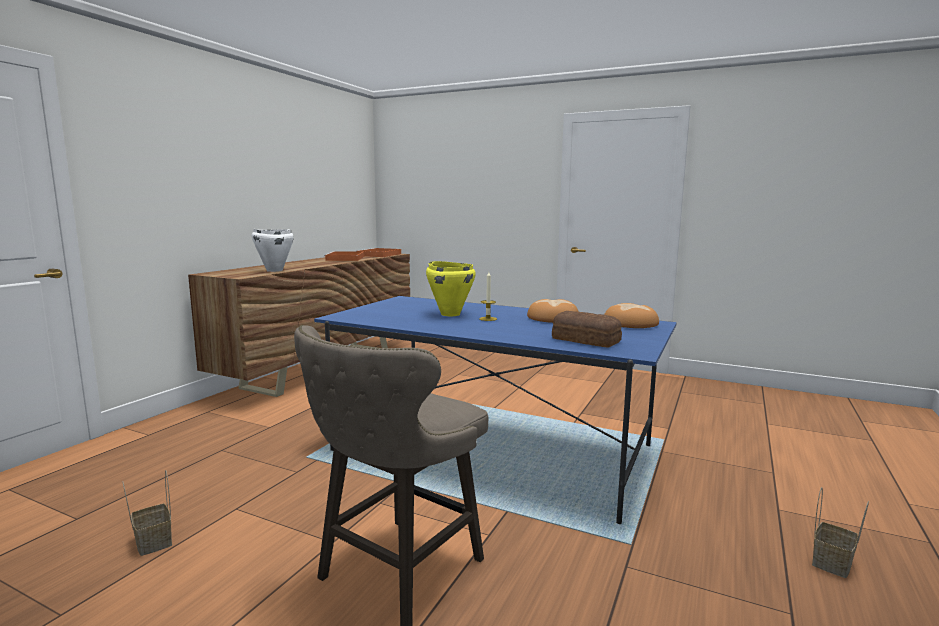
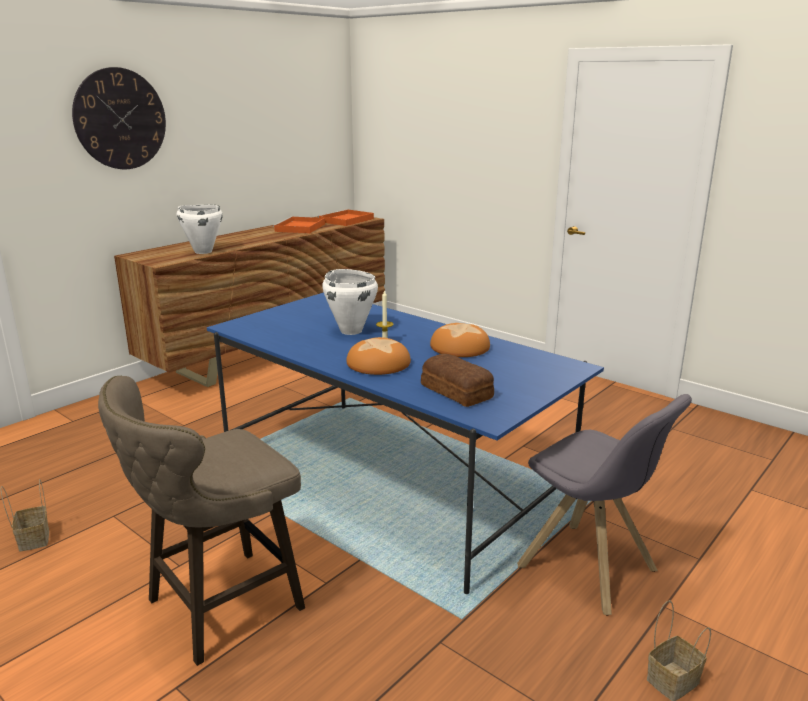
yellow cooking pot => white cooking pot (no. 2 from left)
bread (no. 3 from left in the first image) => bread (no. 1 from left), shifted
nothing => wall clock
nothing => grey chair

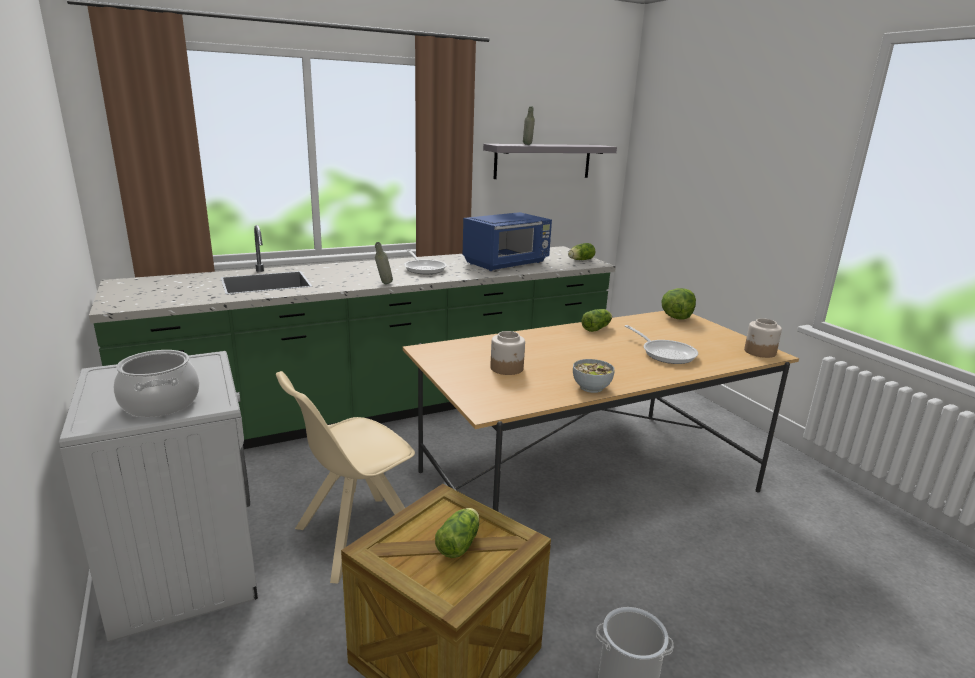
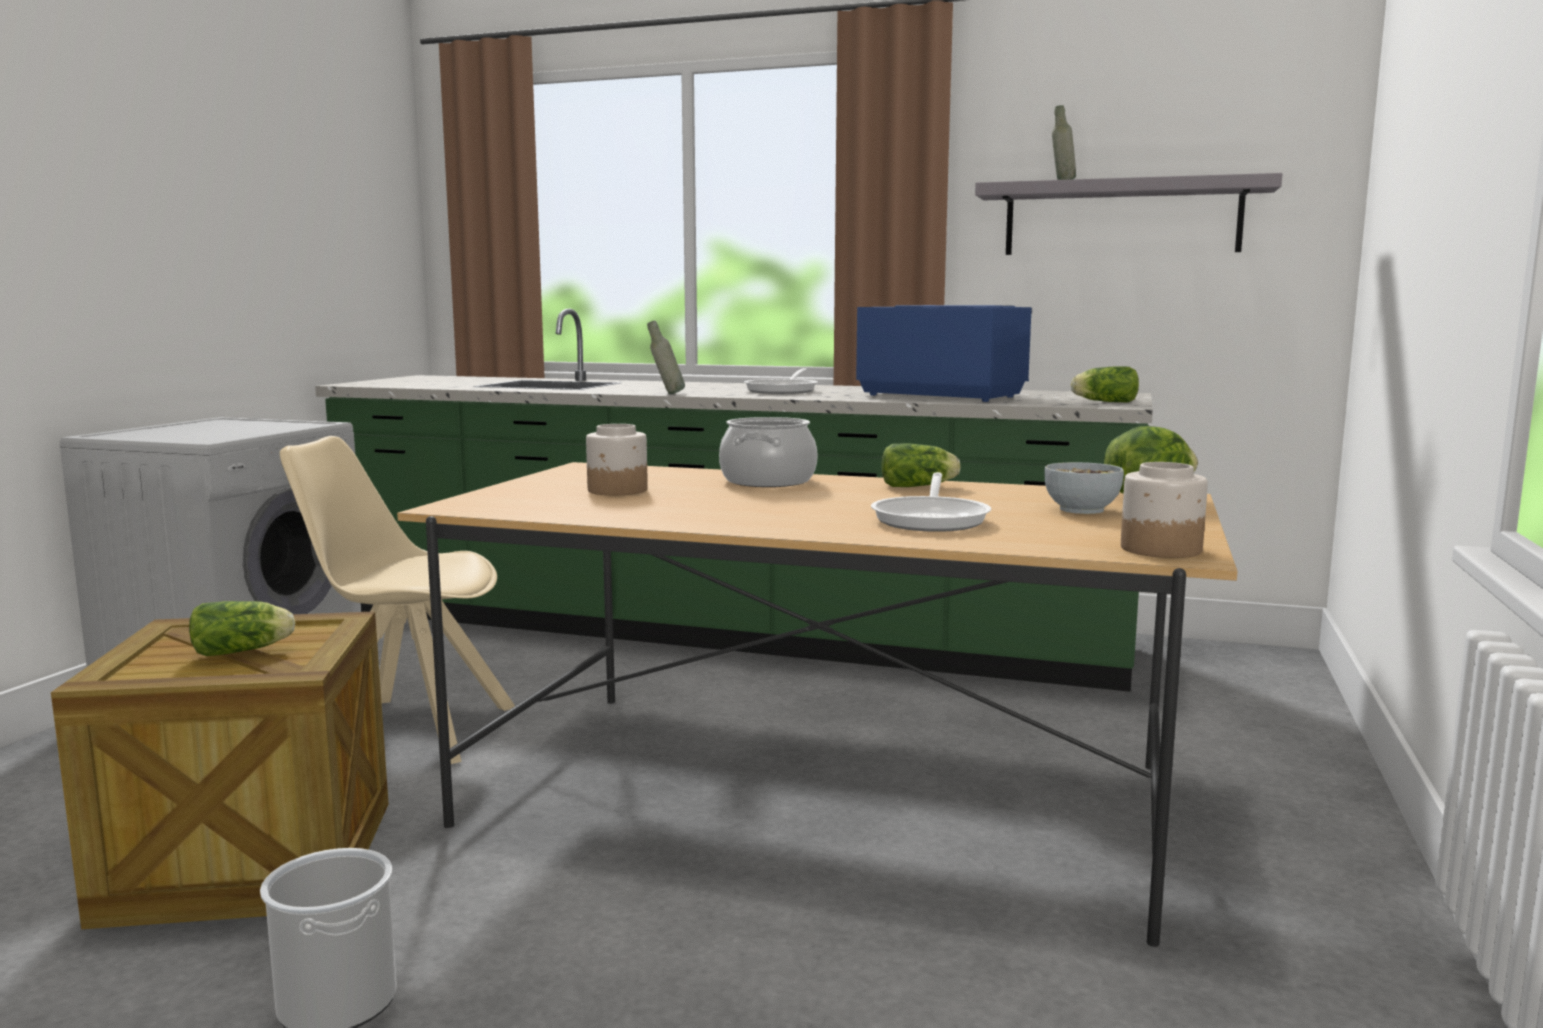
blue microwave, 150 degrees counterclockwise
cooking pot, shifted
bowl, shifted

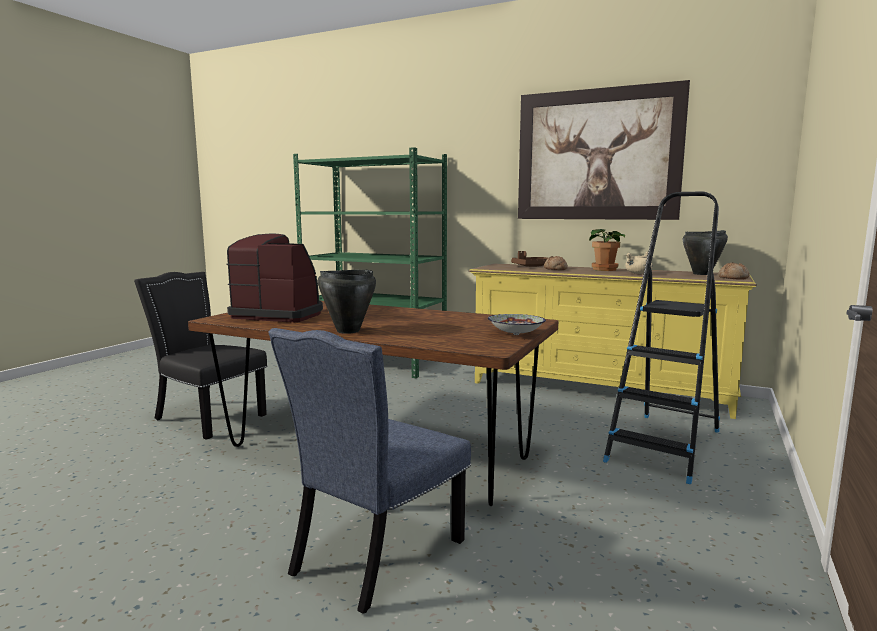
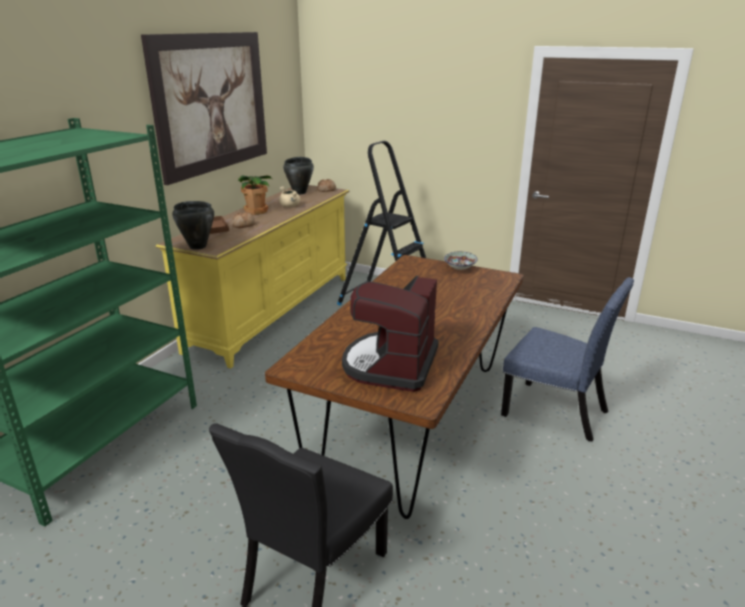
black cooking pot (no. 1 from left), shifted

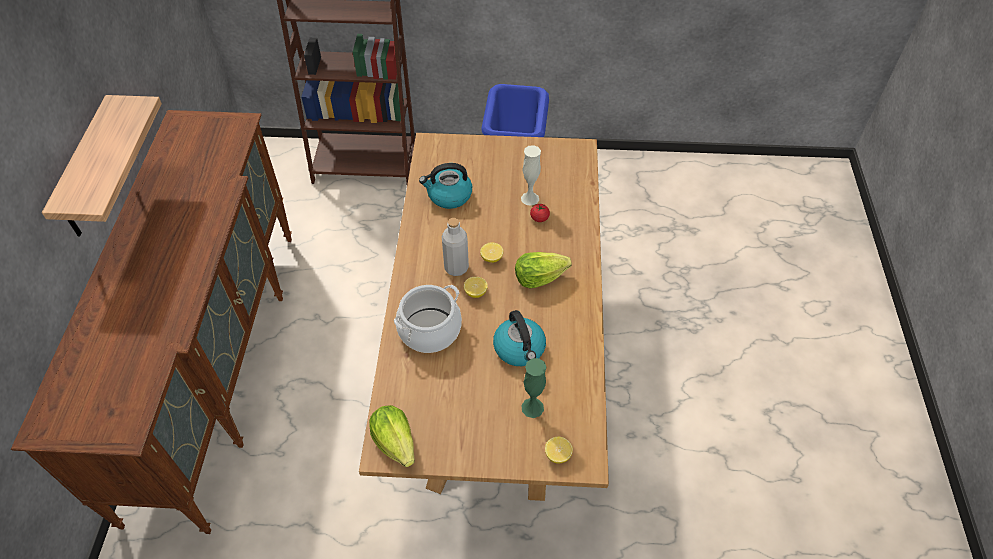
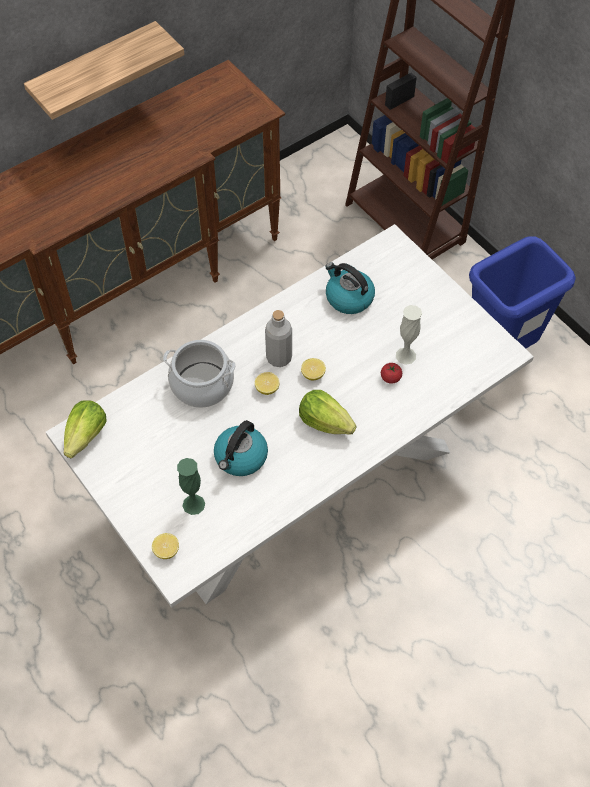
brown dining table => white dining table

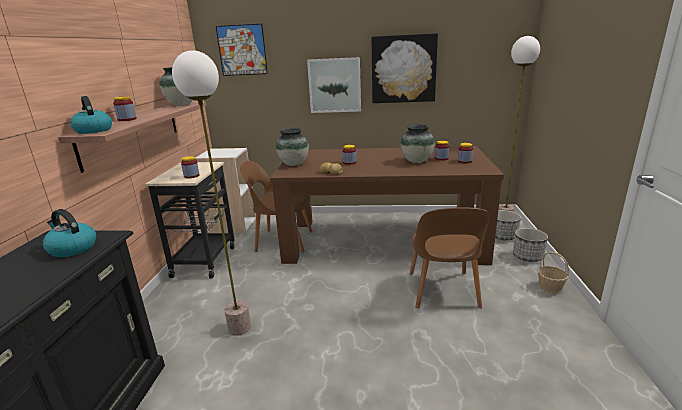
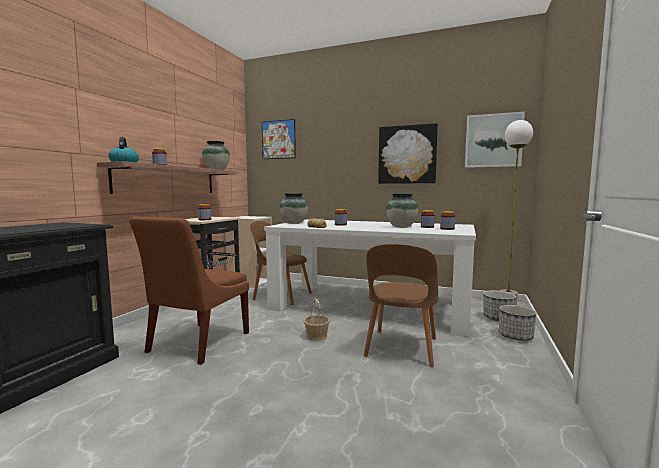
floor lamp (no. 1 from left) => brown chair (no. 1 from left)
picture (no. 2 from left in the first image) => picture (no. 3 from left), shifted
brown dining table => white dining table
kettle (no. 1 from left) => nothing
basket, shifted

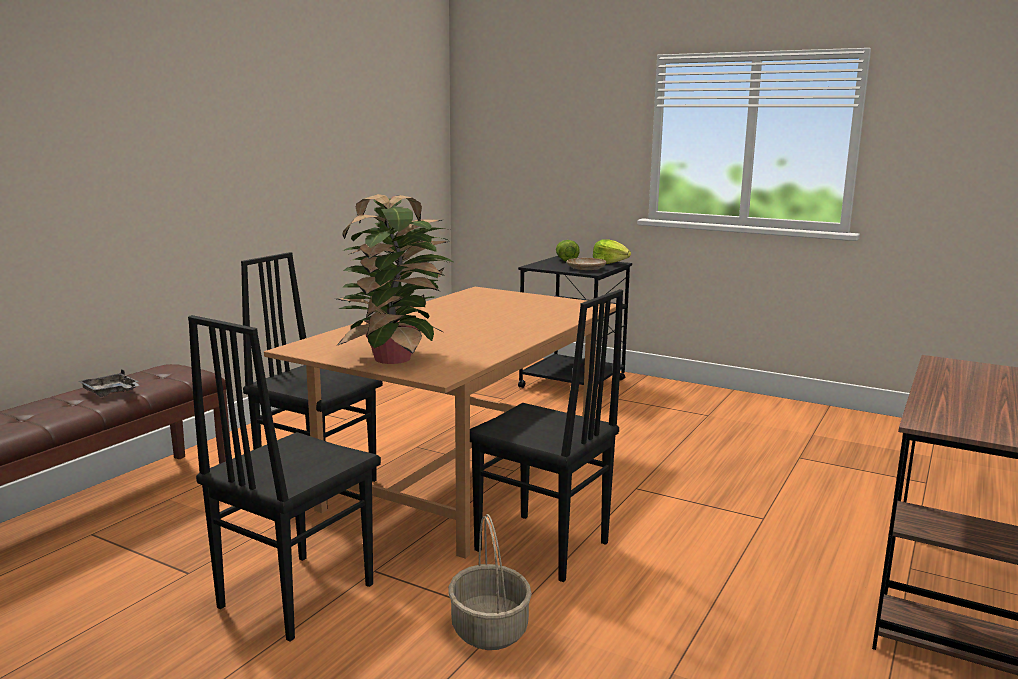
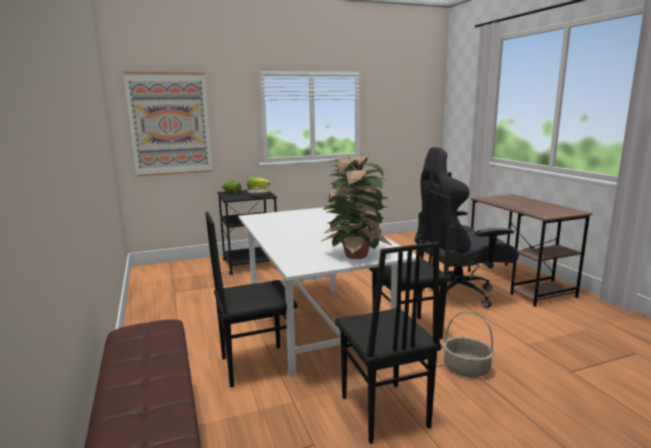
brown dining table => white dining table
grey tray => nothing
nothing => picture
nothing => black office chair

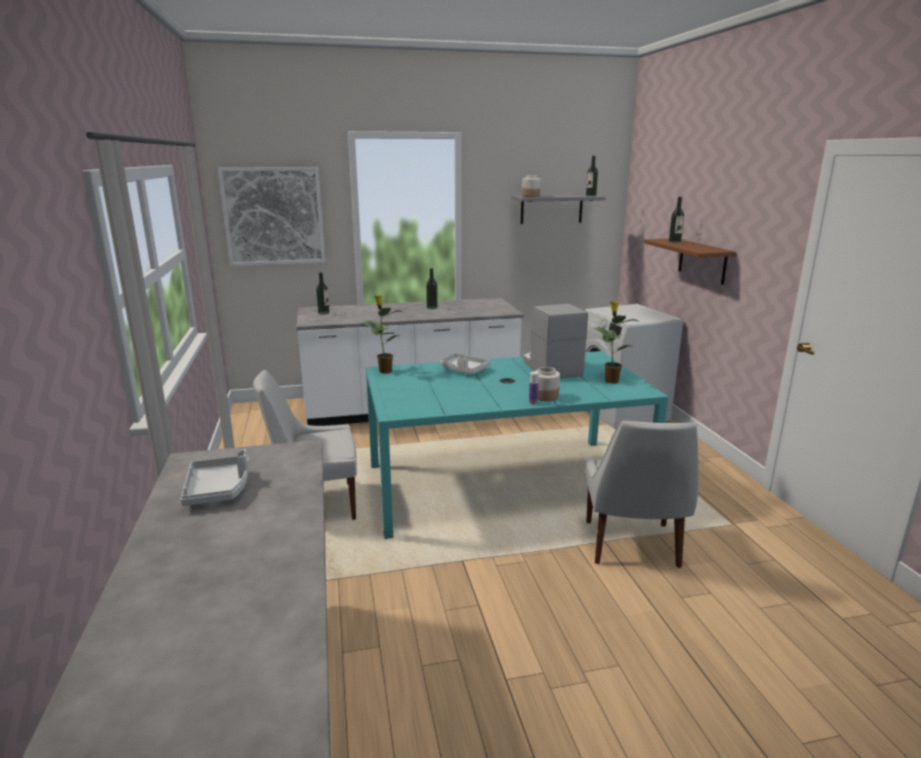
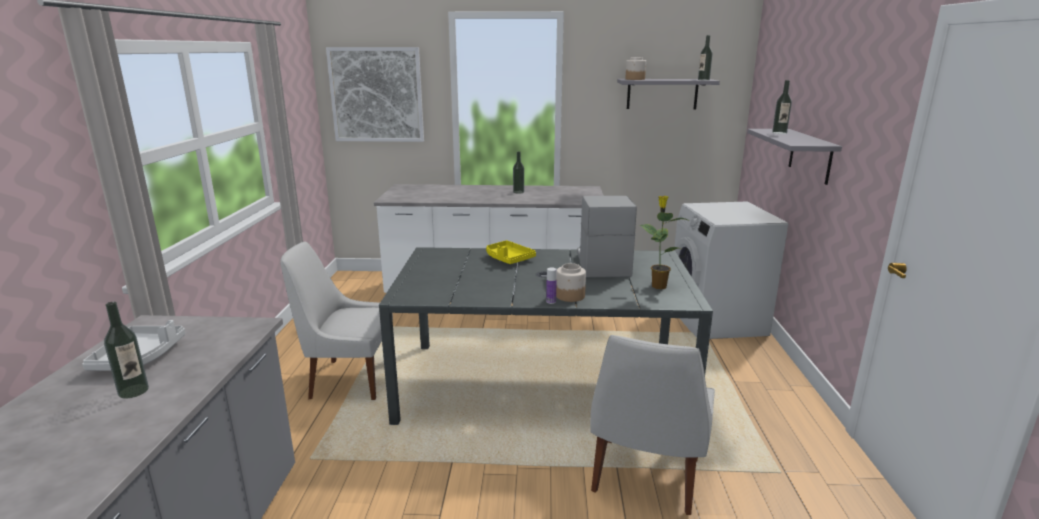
brown shelf => grey shelf (no. 2 from left)
bottle (no. 1 from left), shifted
potted plant (no. 1 from left) => nothing
turquoise dining table => grey dining table
grey tray (no. 2 from left) => yellow tray

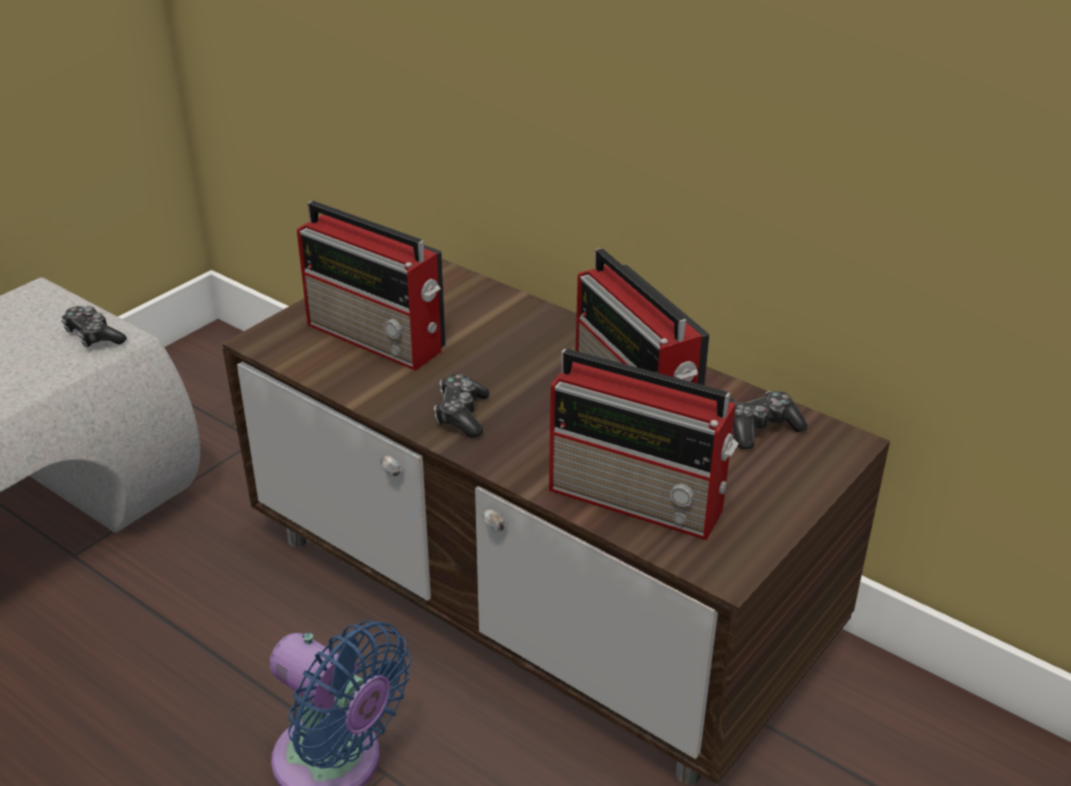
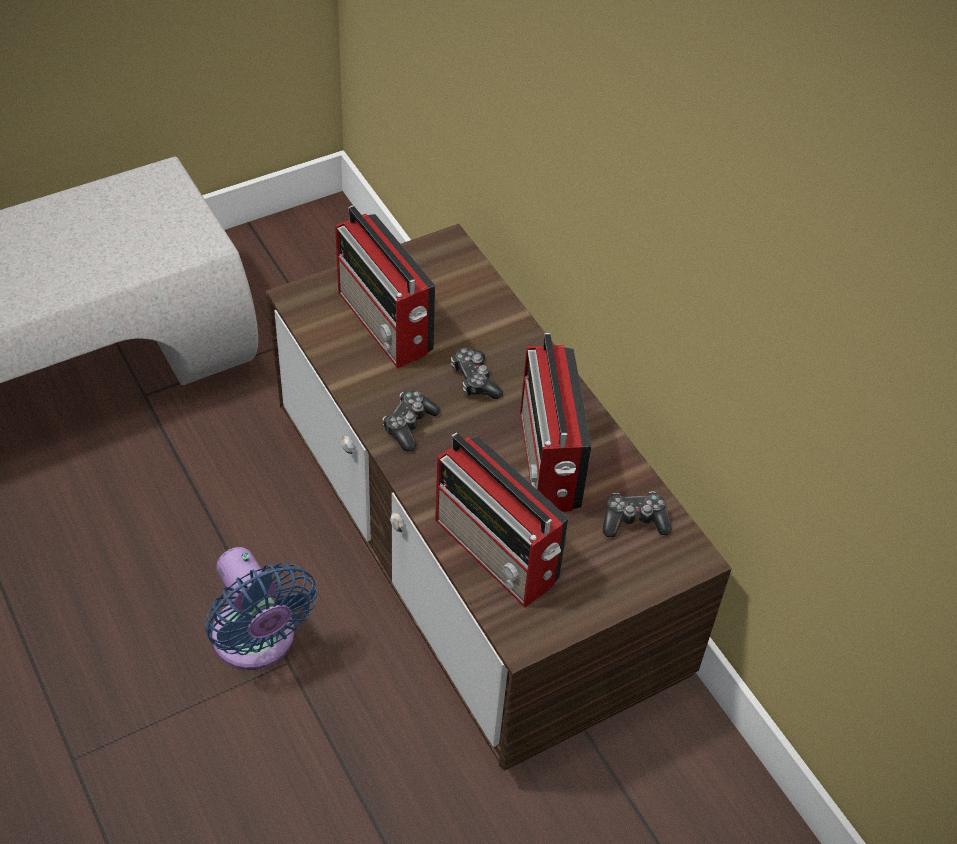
game controller (no. 1 from left in the first image) => game controller (no. 2 from left), shifted

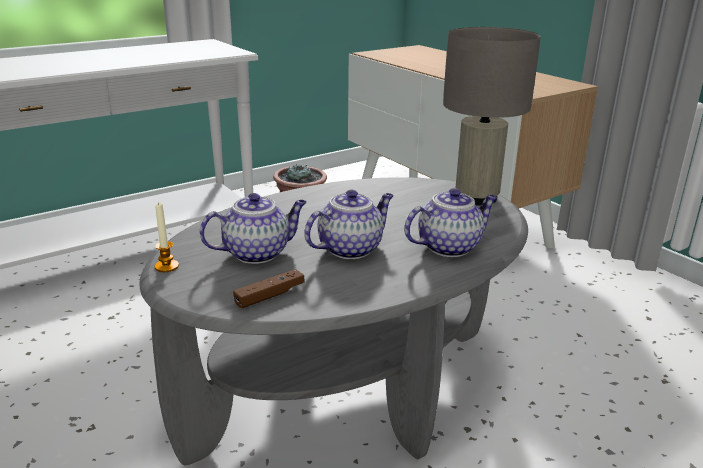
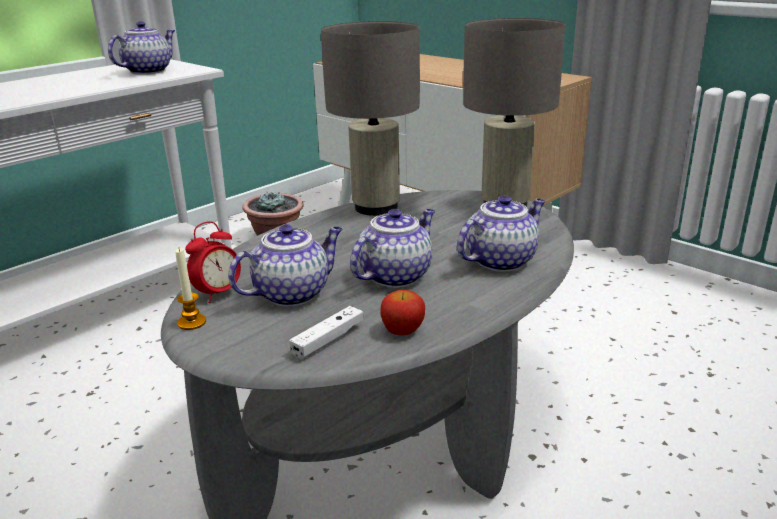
brown game controller => white game controller
nothing => teapot (no. 1 from left)
nothing => grey table lamp (no. 1 from left)
nothing => alarm clock
nothing => apple

